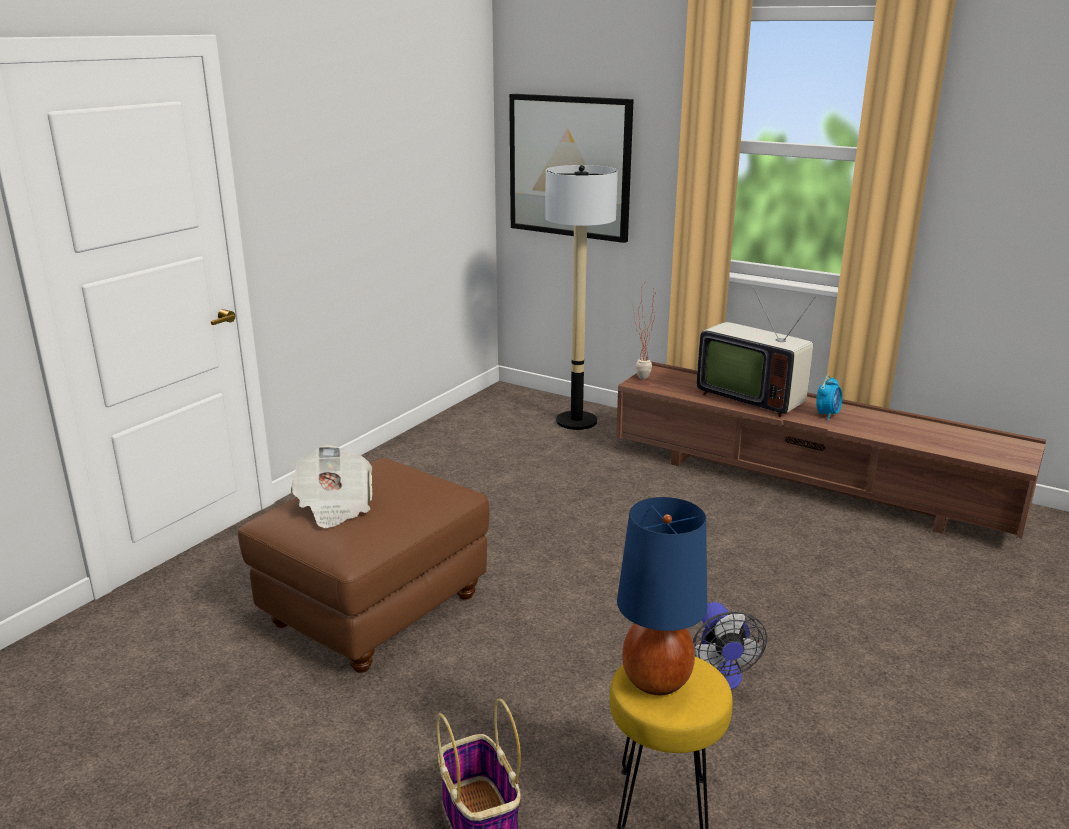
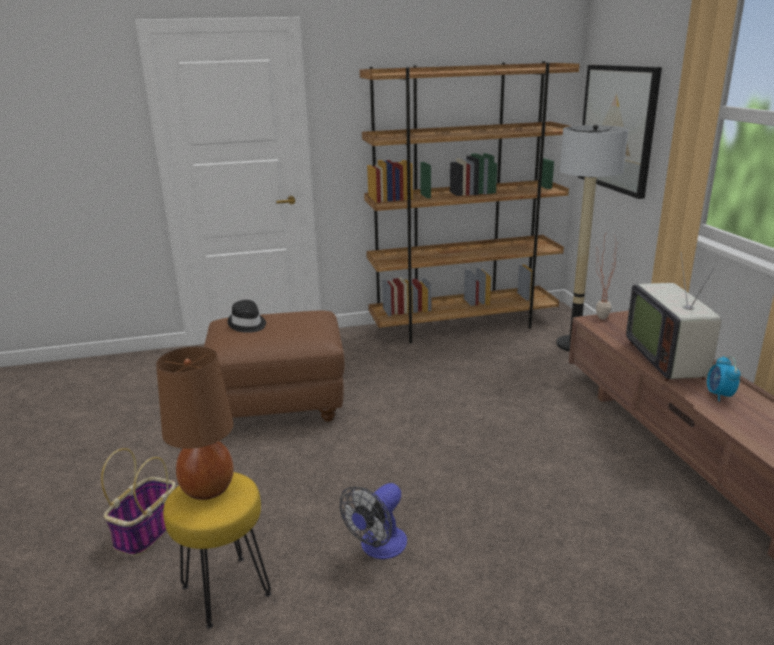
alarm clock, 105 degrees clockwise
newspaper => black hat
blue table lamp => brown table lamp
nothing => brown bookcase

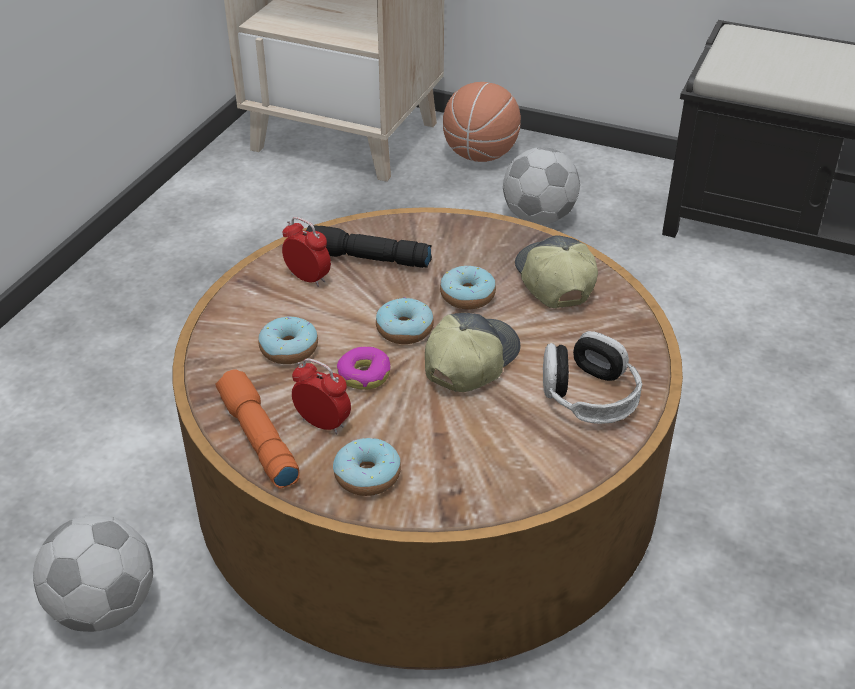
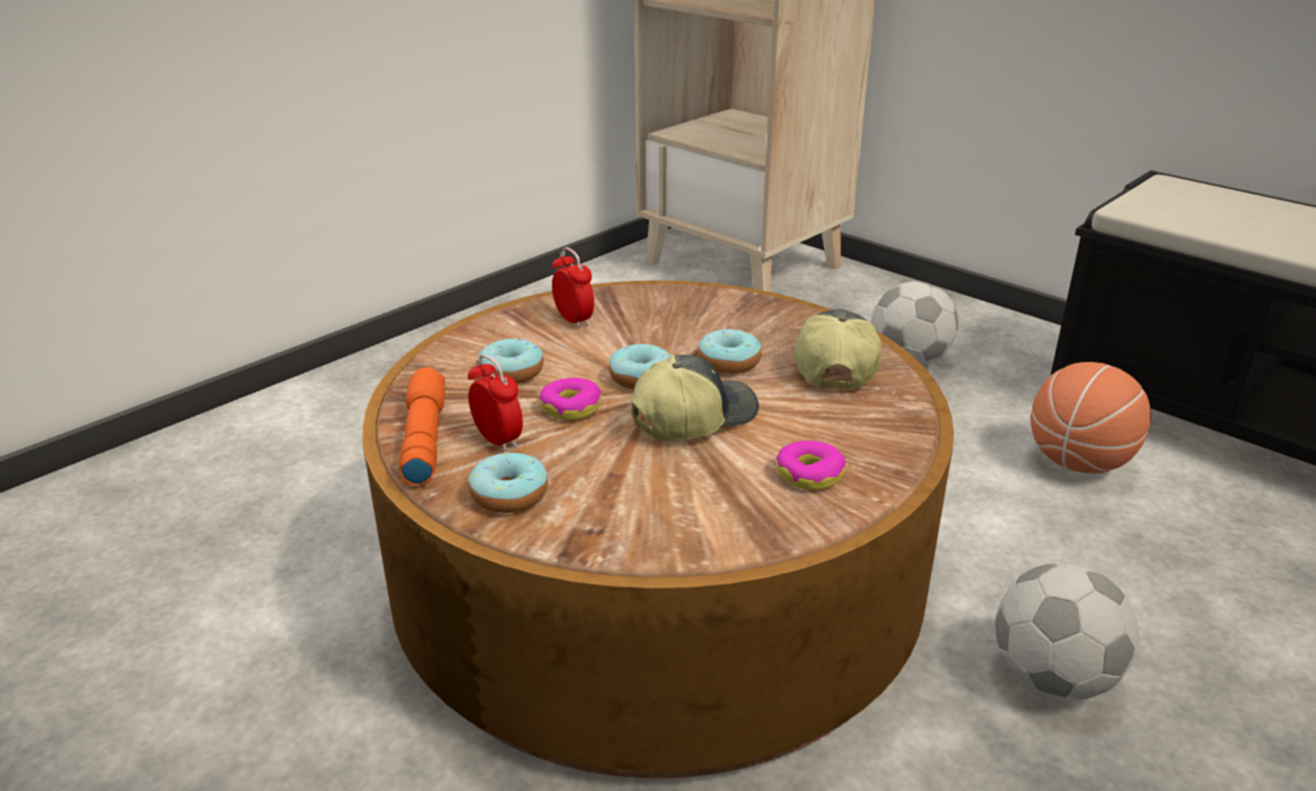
basketball, shifted
black flashlight => nothing
headphones => donut (no. 6 from left)
football (no. 1 from left in the first image) => football (no. 2 from left), shifted

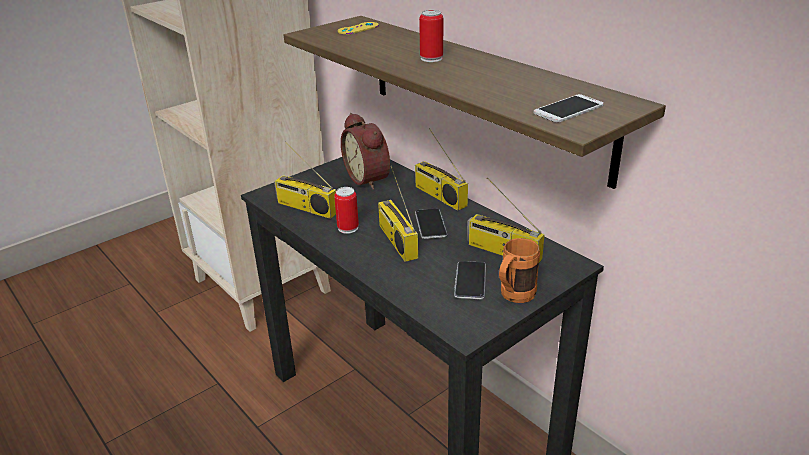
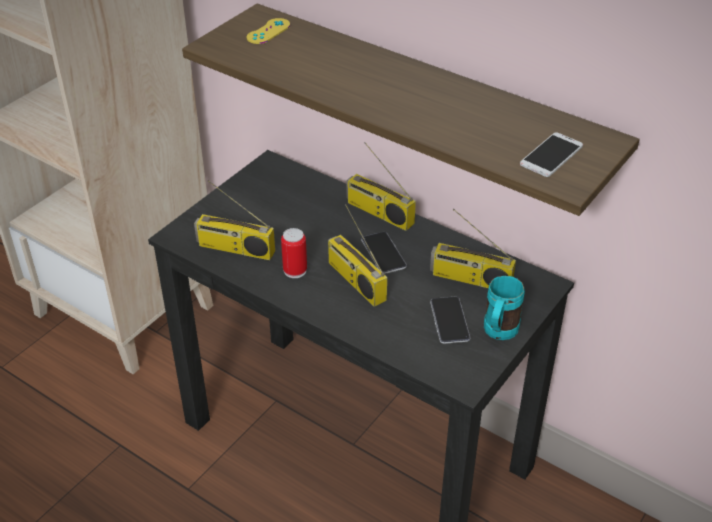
can (no. 2 from left) => nothing
alarm clock => nothing
orange mug => turquoise mug

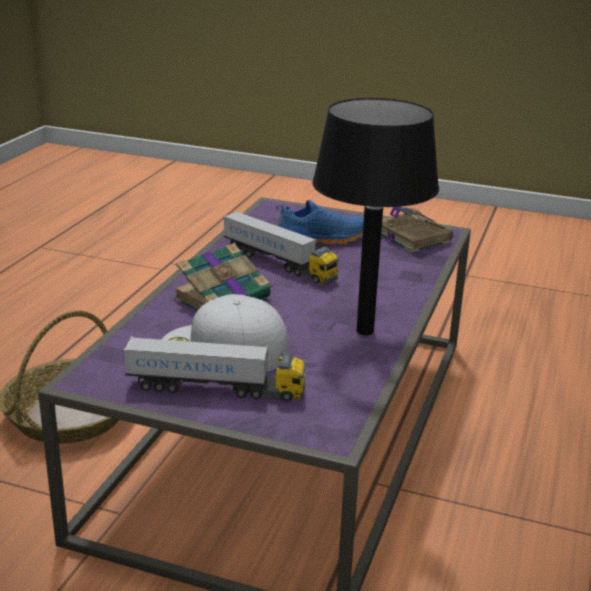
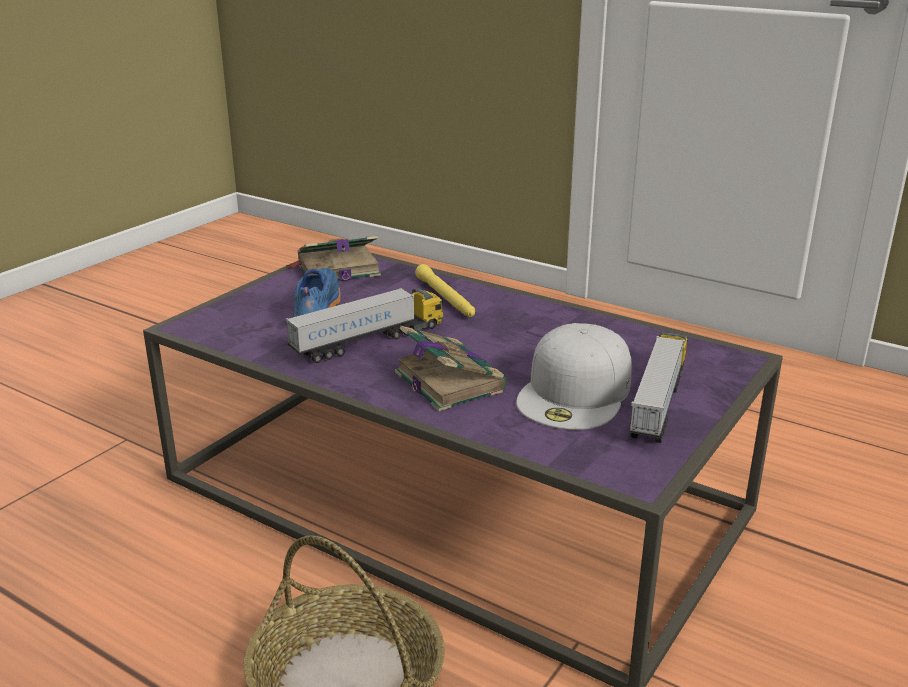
black table lamp => nothing
nothing => yellow flashlight

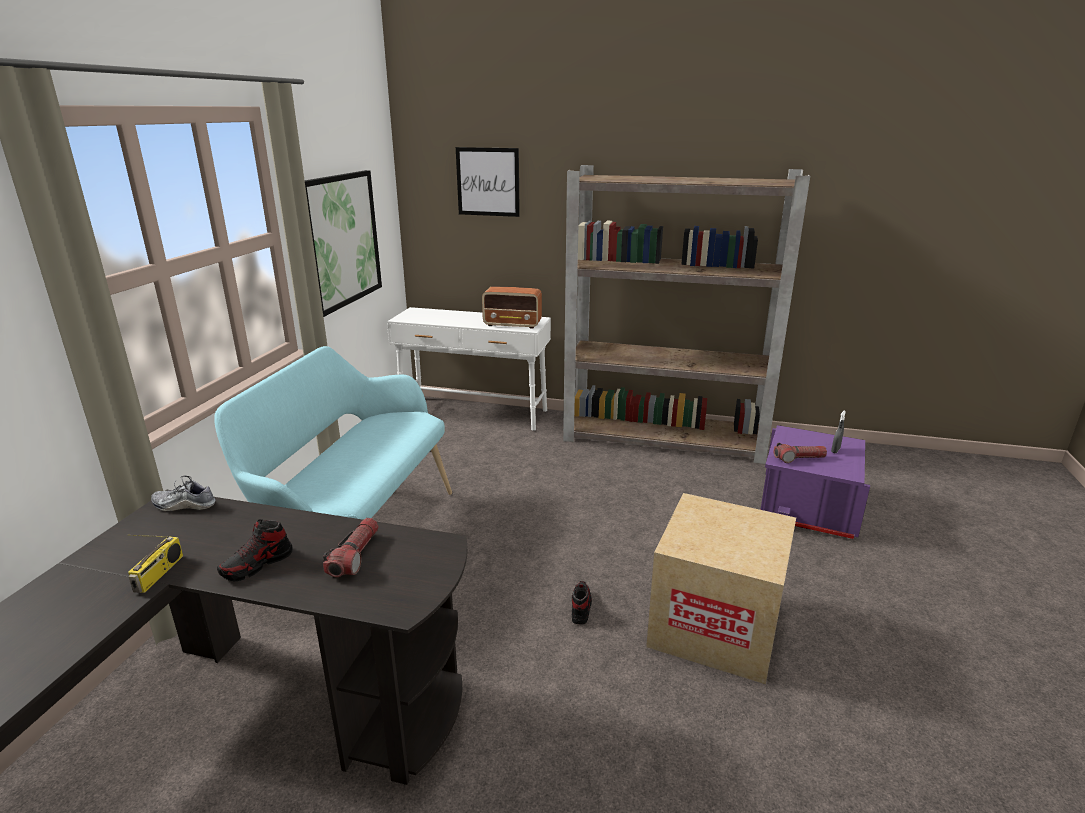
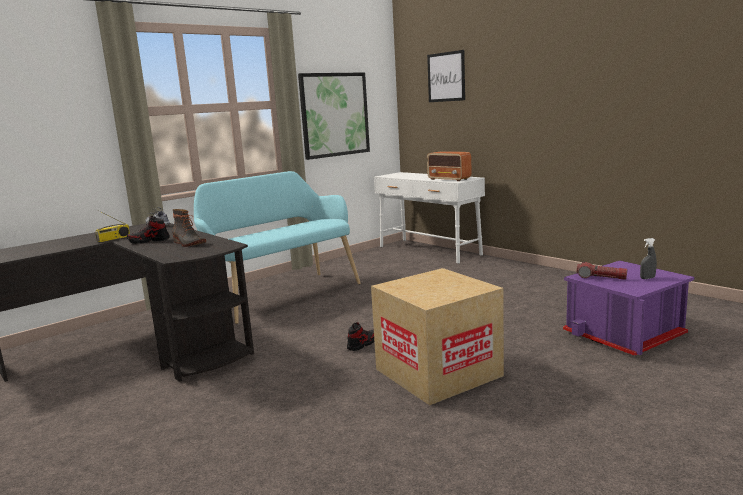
brown bookcase => nothing
flashlight (no. 1 from left) => boot

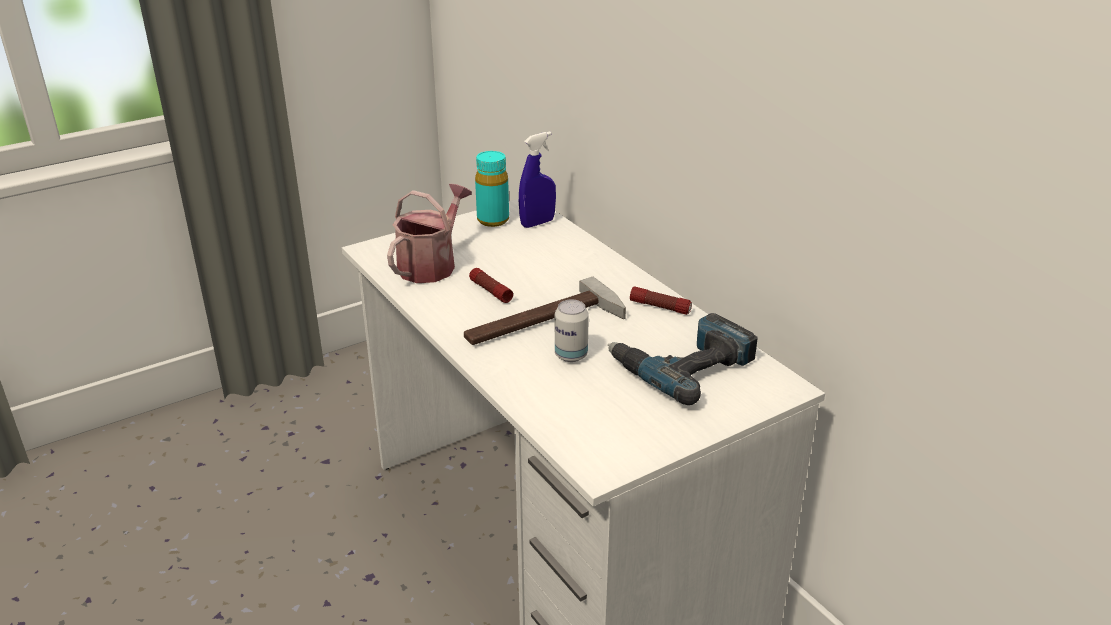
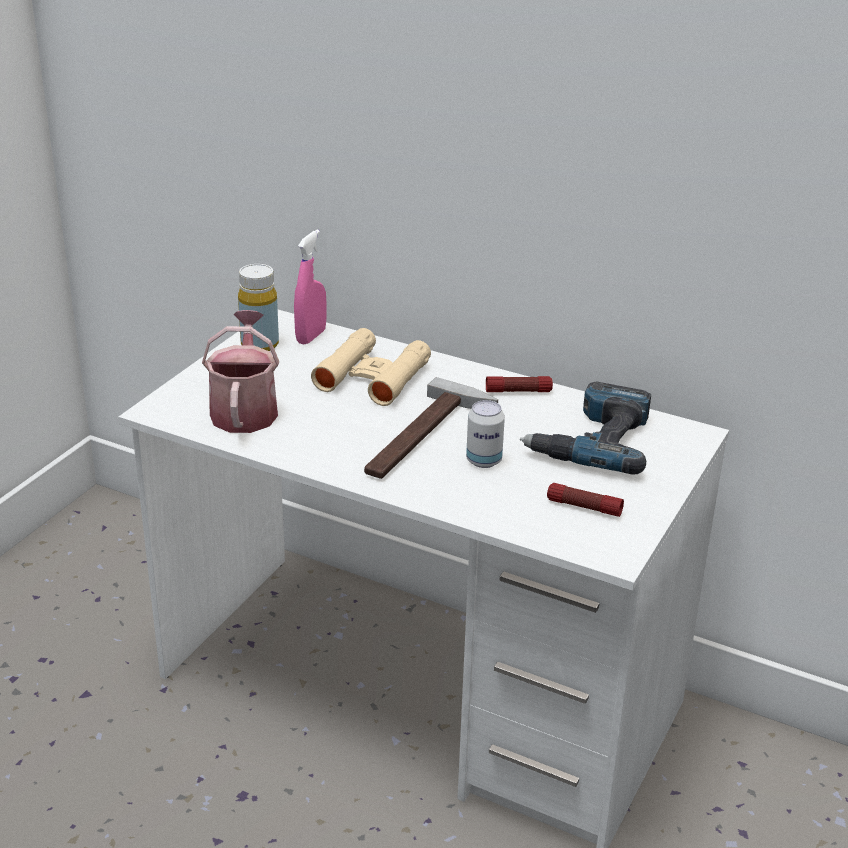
blue spray bottle => pink spray bottle
turquoise bottle => yellow bottle
flashlight (no. 1 from left in the first image) => flashlight (no. 2 from left), shifted
nothing => beige binoculars

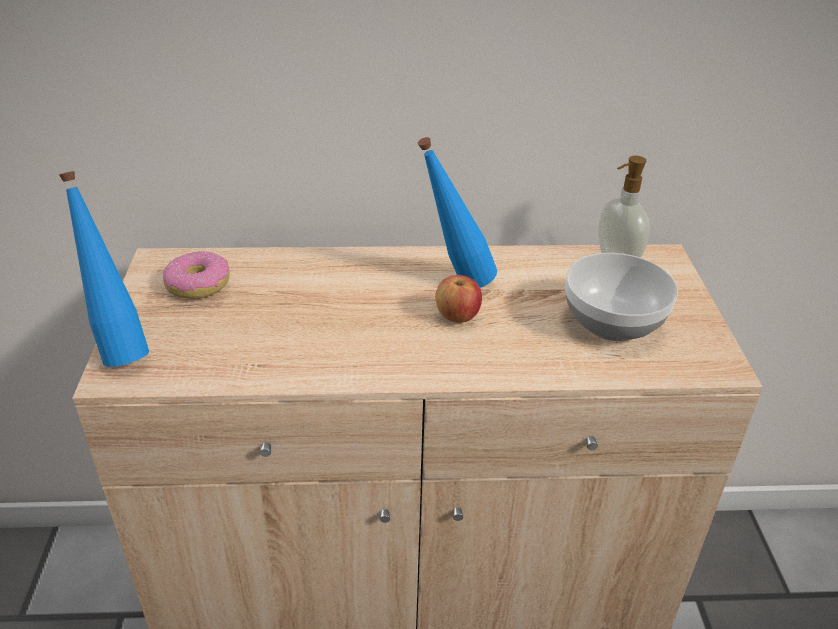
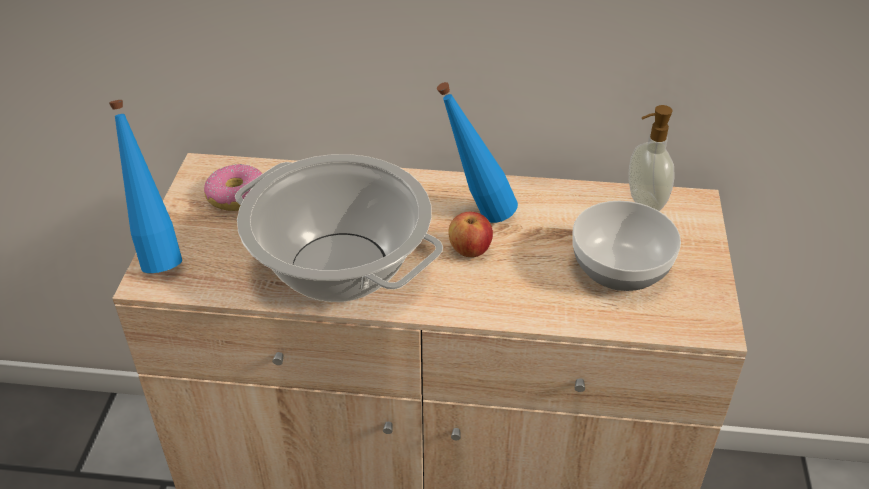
nothing => cooking pot

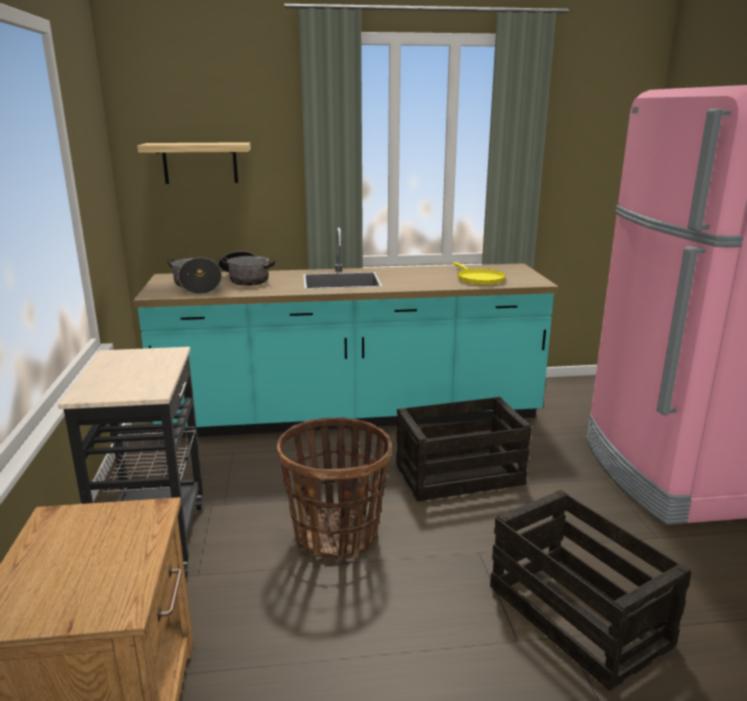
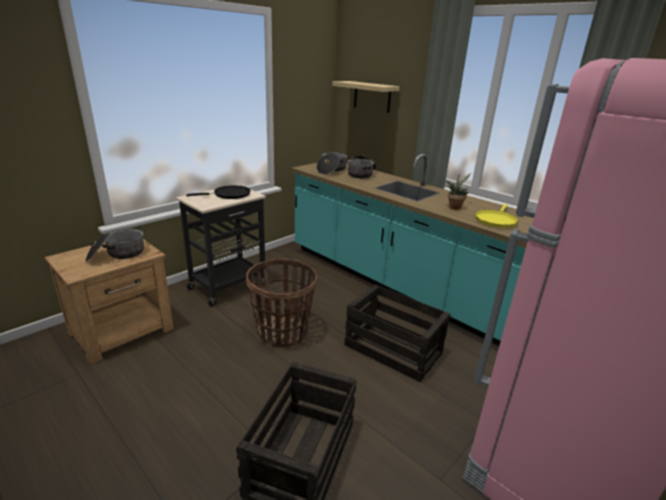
nothing => potted plant
nothing => black frying pan
nothing => cooking pot (no. 1 from left)

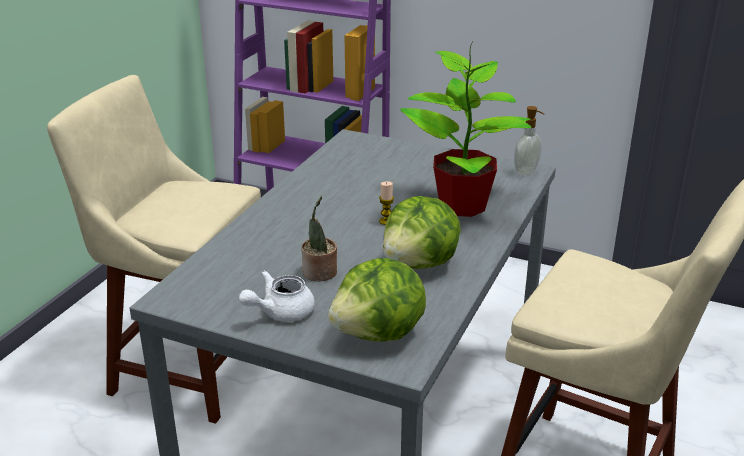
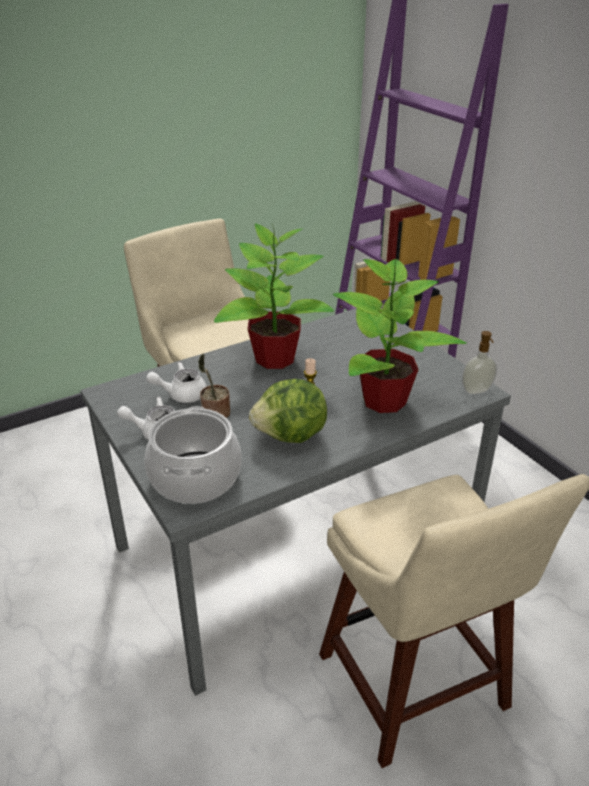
lettuce (no. 1 from left) => cooking pot
nothing => potted plant (no. 2 from left)
nothing => white teapot (no. 2 from left)

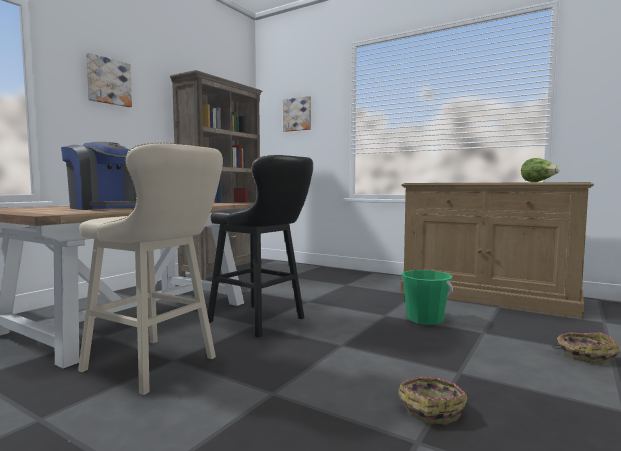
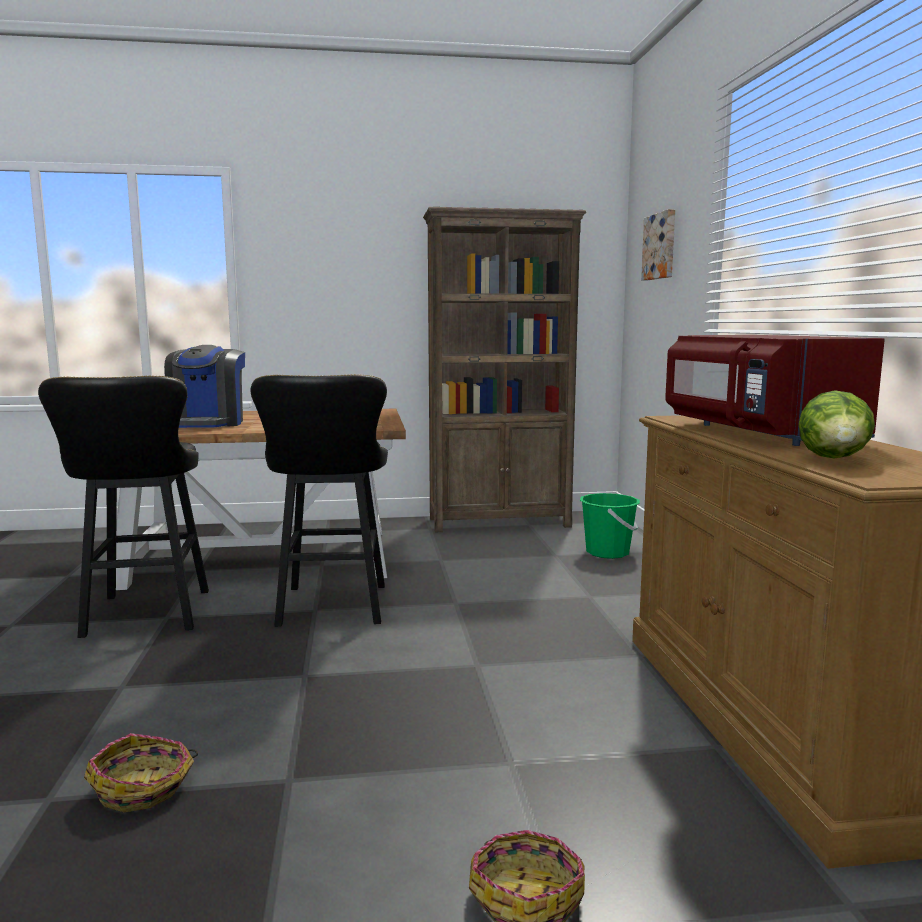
picture (no. 1 from left) => nothing
beige stool => black stool (no. 1 from left)
green bucket, shifted
nothing => red microwave

